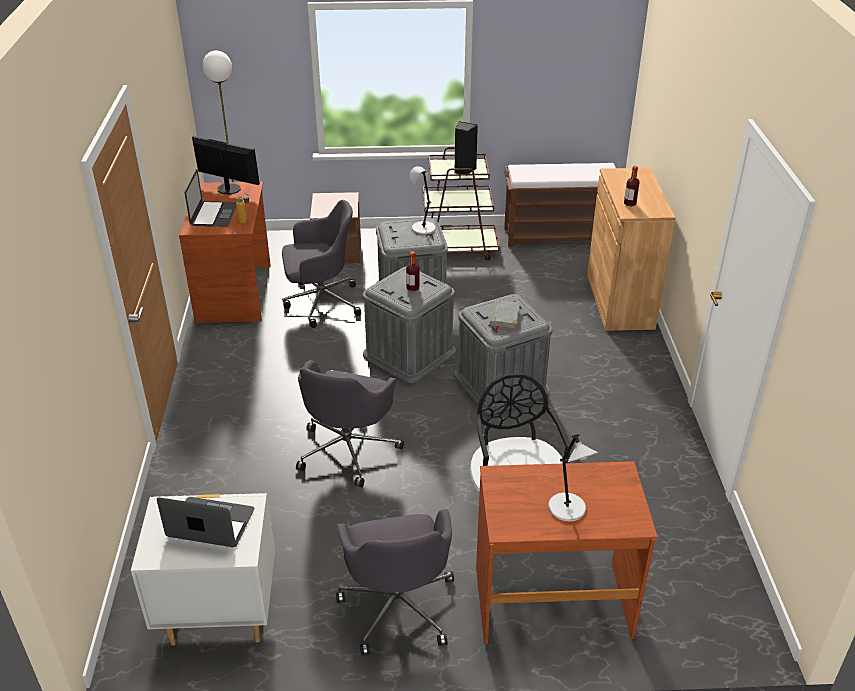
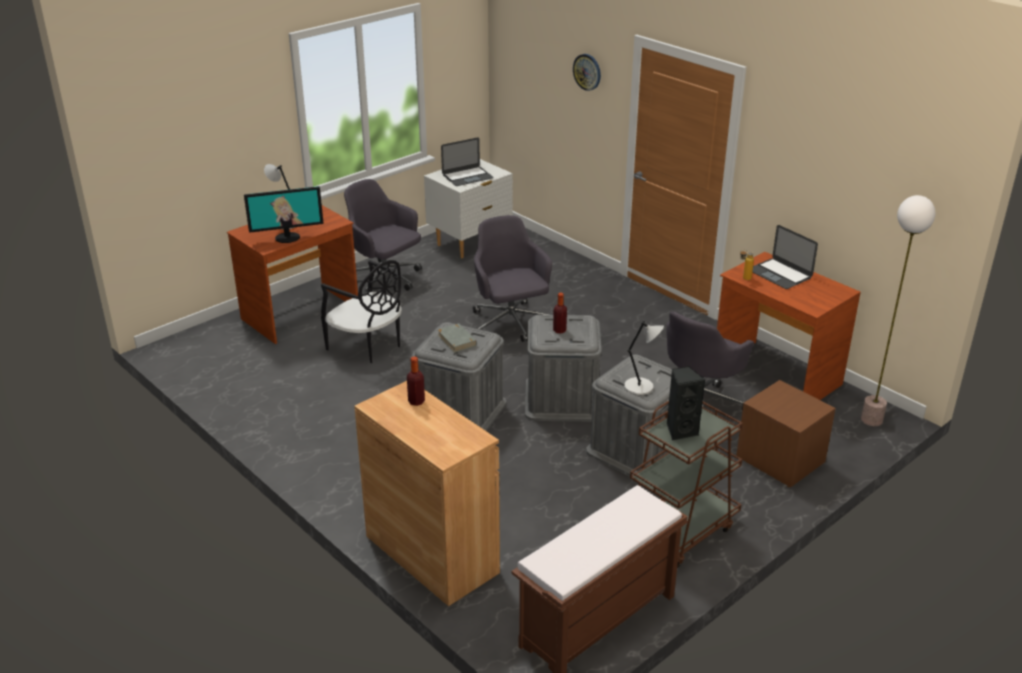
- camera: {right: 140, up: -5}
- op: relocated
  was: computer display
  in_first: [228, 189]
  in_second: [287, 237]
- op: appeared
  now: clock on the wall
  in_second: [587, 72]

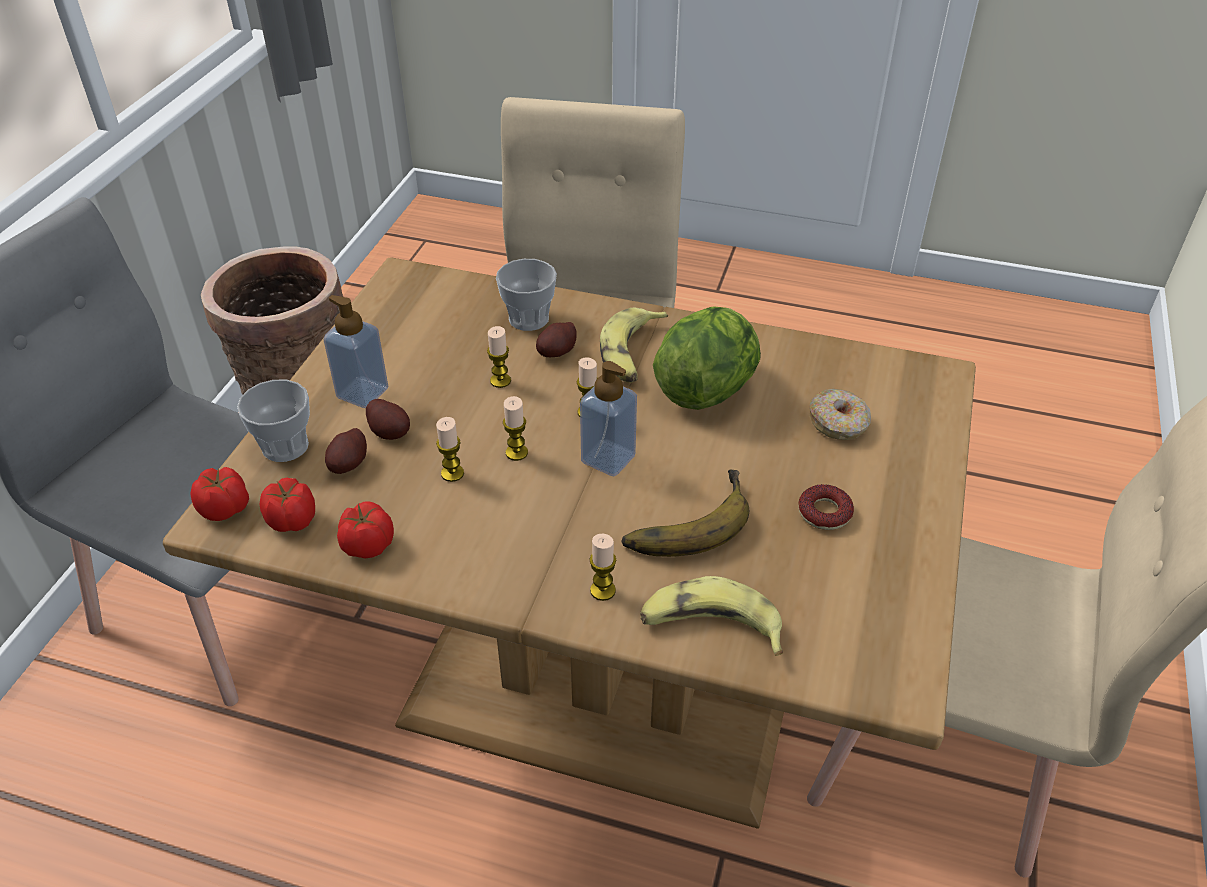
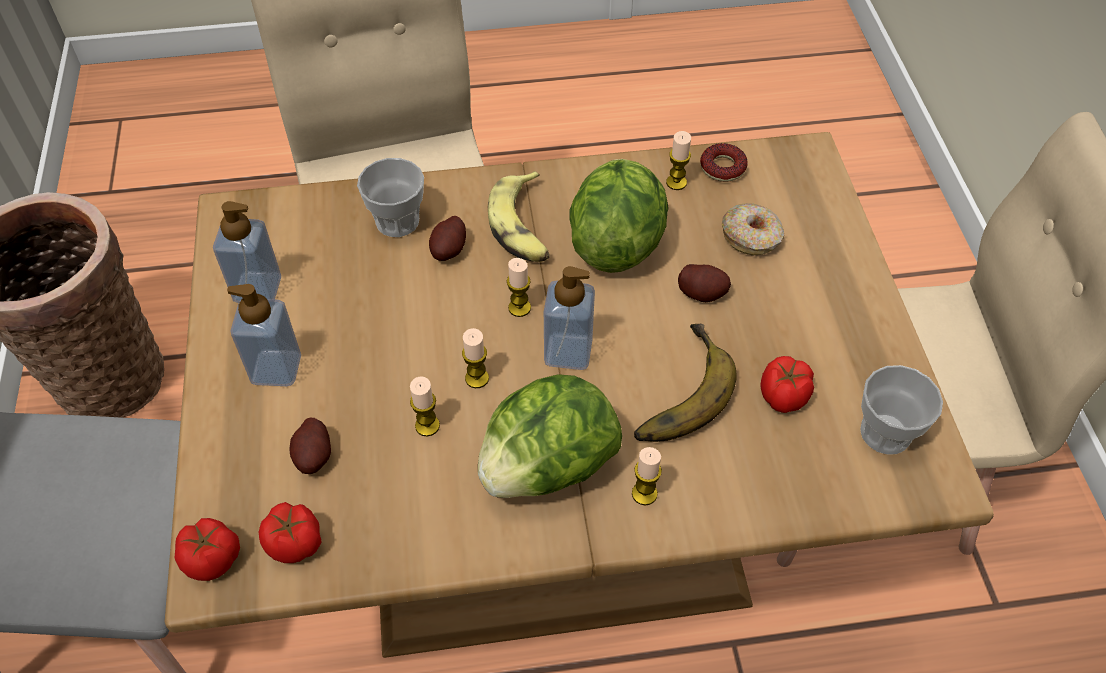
- camera: {right: -25, up: 10}
- op: relocated
  was: candle
  in_first: [500, 381]
  in_second: [676, 182]
- op: relocated
  was: drinking cup
  in_first: [285, 446]
  in_second: [885, 432]
- op: relocated
  was: potato
  in_first: [390, 432]
  in_second: [702, 292]
- op: relocated
  was: donut
  in_first: [824, 513]
  in_second: [722, 167]
- op: relocated
  was: whole tomato
  in_first: [367, 545]
  in_second: [782, 397]
- op: missing
  was: banana
  in_first: [710, 626]
- op: appeared
  now: liquid soap bottle
  in_second: [257, 288]
- op: appeared
  now: lettuce head
  in_second: [547, 466]

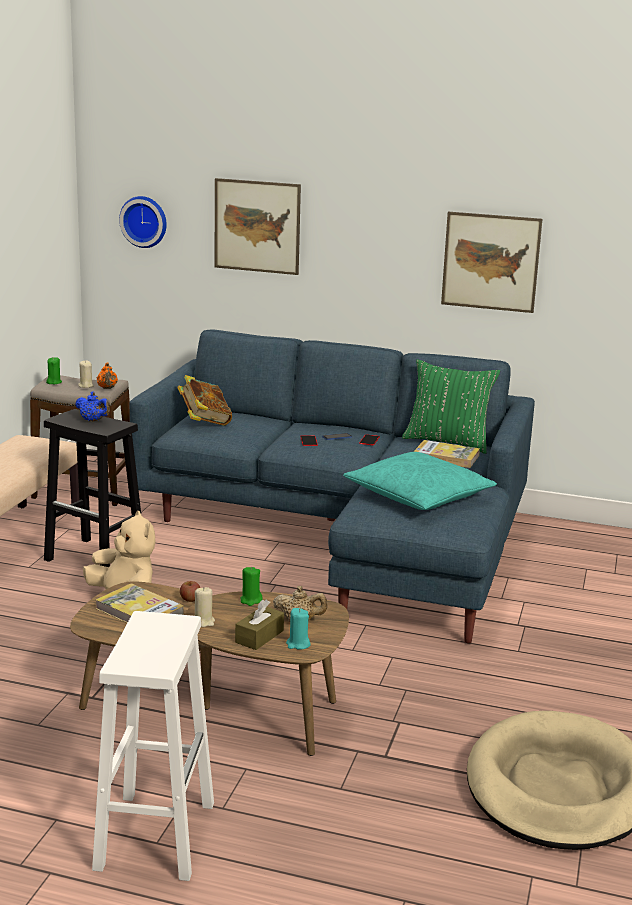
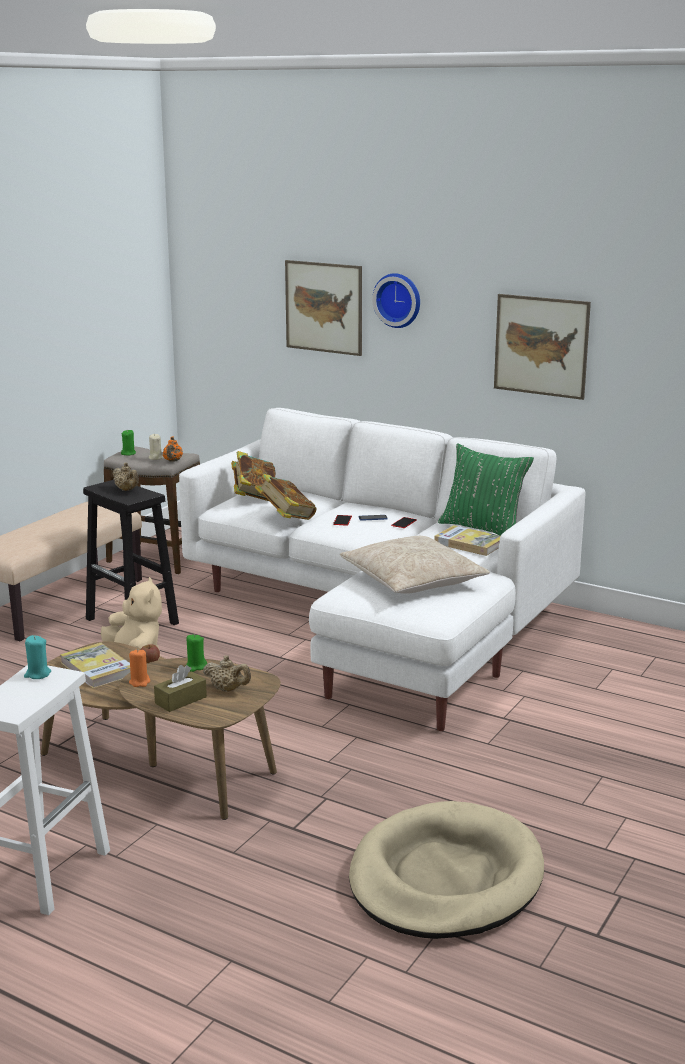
- camera: {right: 15, up: 0}
- op: relocated
  was: clock on the wall
  in_first: [144, 221]
  in_second: [398, 300]
- op: colour
  was: settee (blue-coloured)
  now: settee (white)
  in_first: [347, 536]
  in_second: [383, 618]
- op: colour
  was: tea pot (blue-coloured)
  now: tea pot (sand-coloured)
  in_first: [93, 420]
  in_second: [127, 490]
- op: colour
  was: pillow (turquoise-coloured)
  now: pillow (sand-coloured)
  in_first: [418, 495]
  in_second: [412, 579]
- op: colour
  was: candle (sand-coloured)
  now: candle (orangey)
  in_first: [204, 622]
  in_second: [139, 682]
- op: relocated
  was: candle (turquoise-coloured)
  in_first: [298, 644]
  in_second: [37, 674]
- op: appeared
  now: volume
  in_second: [286, 518]

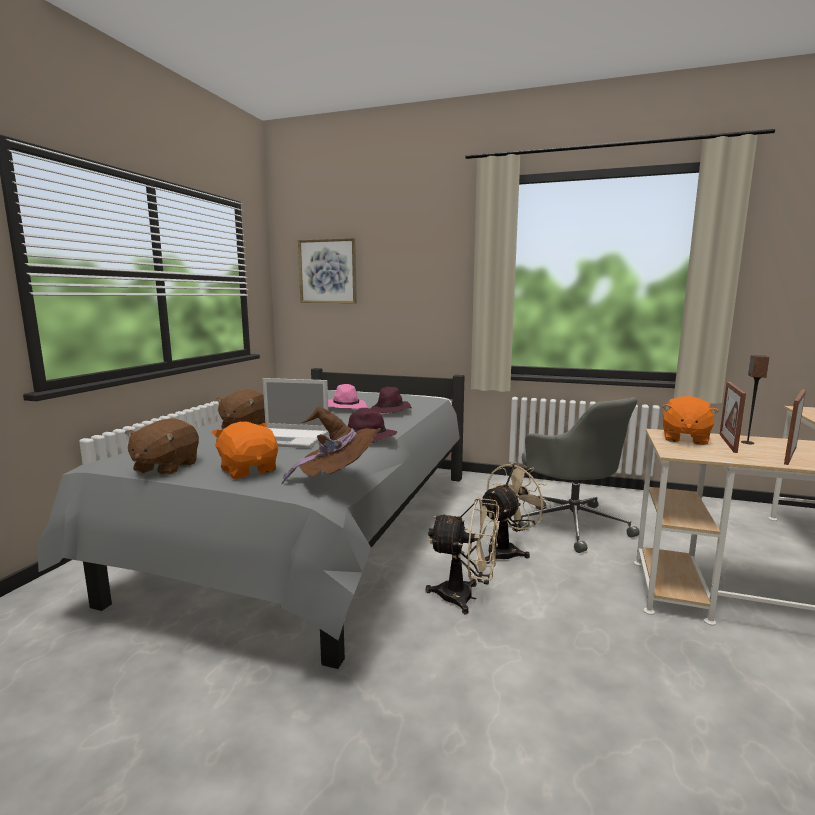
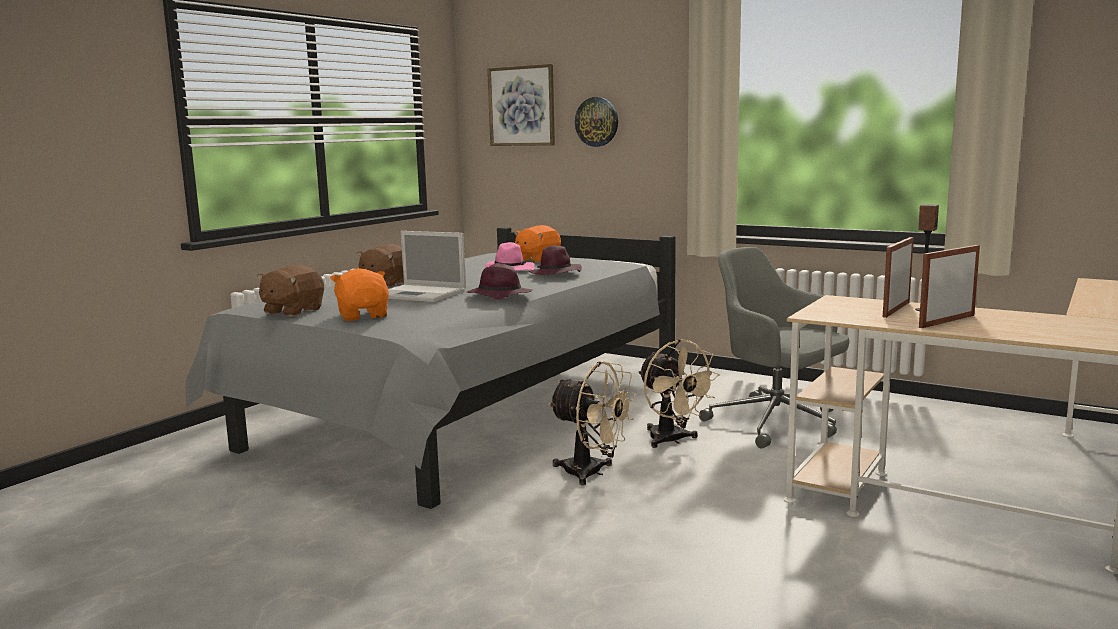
- camera: {right: 15, up: 0}
- op: relocated
  was: soft toy (orangey)
  in_first: [684, 438]
  in_second: [537, 260]
- op: spun
  was: office chair (greyish)
  in_first: [572, 524]
  in_second: [776, 423]
  clockwise: 150
- op: missing
  was: clothing hat (brown-coloured)
  in_first: [338, 480]
- op: spun
  was: cooling fan (sand-coloured)
  in_first: [507, 551]
  in_second: [672, 440]
  clockwise: 90
- op: appeared
  now: clock on the wall
  in_second: [597, 122]

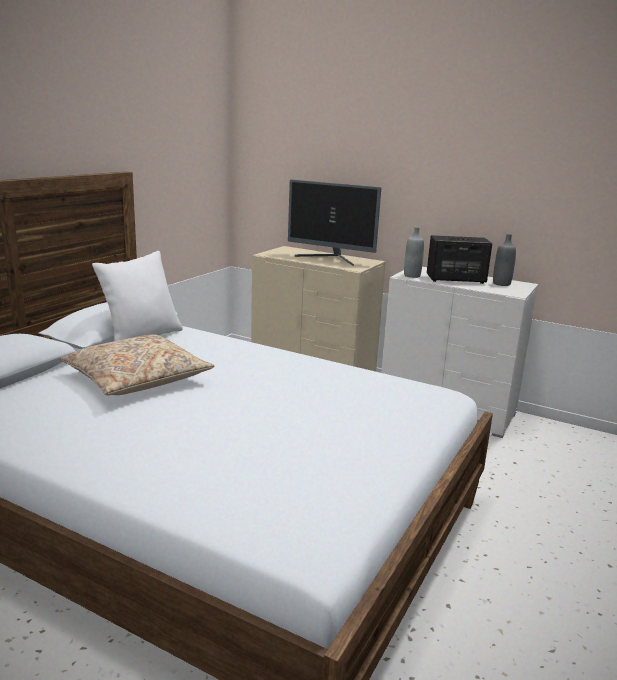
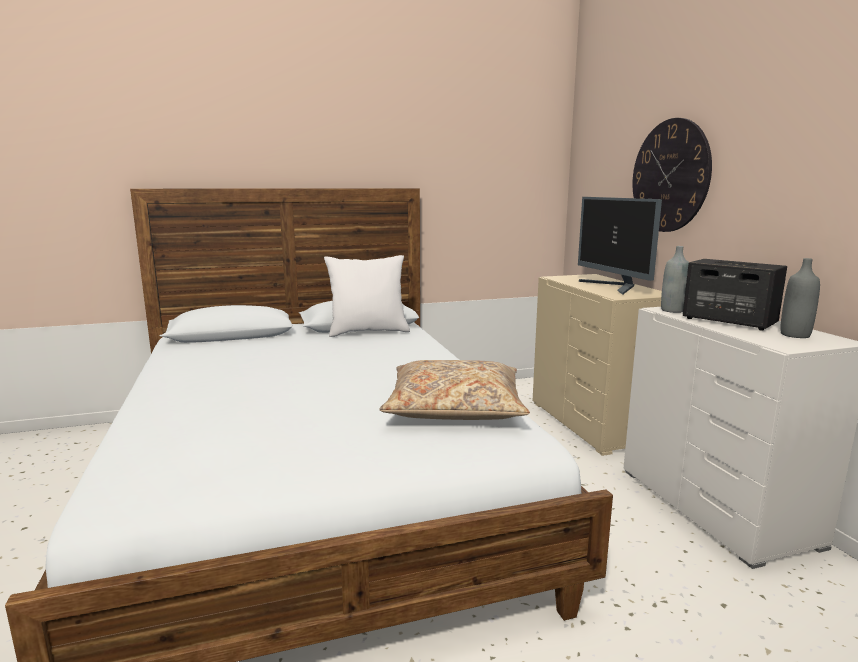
- camera: {right: 45, up: -5}
- op: relocated
  was: pillow (sand-coloured)
  in_first: [137, 379]
  in_second: [454, 407]
- op: appeared
  now: clock on the wall
  in_second: [670, 176]

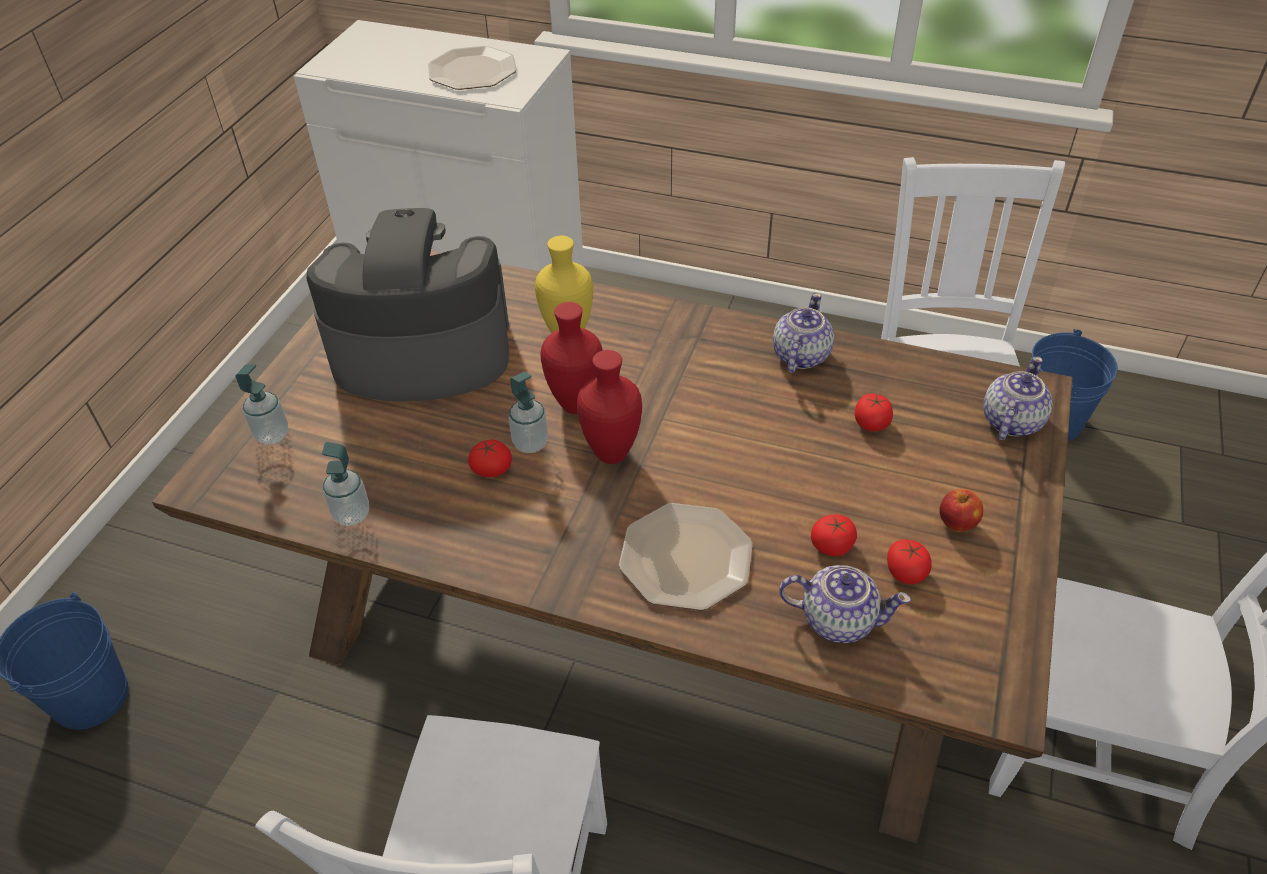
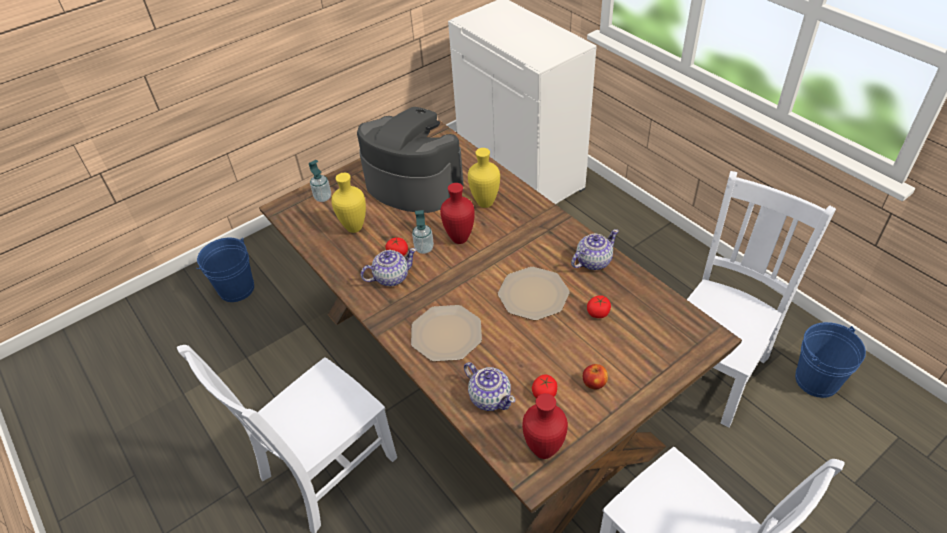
- camera: {right: 35, up: 0}
- op: relocated
  was: dinner plate
  in_first: [473, 70]
  in_second: [534, 294]
- op: relocated
  was: vase (red)
  in_first: [613, 455]
  in_second: [544, 451]
- op: relocated
  was: tea pot
  in_first: [1010, 422]
  in_second: [391, 277]
- op: missing
  was: liquid soap bottle
  in_first: [352, 514]
- op: missing
  was: whole tomato
  in_first: [832, 545]
- op: appeared
  now: vase (yellow)
  in_second: [355, 227]

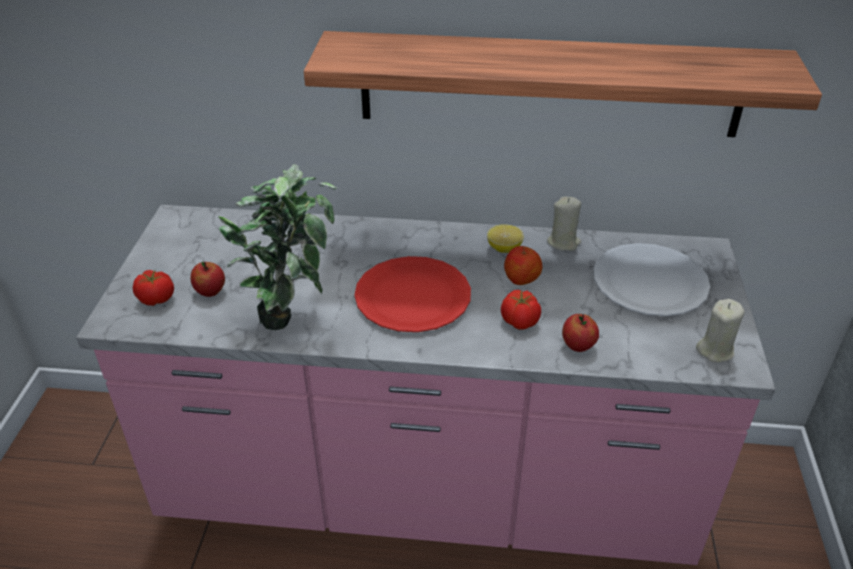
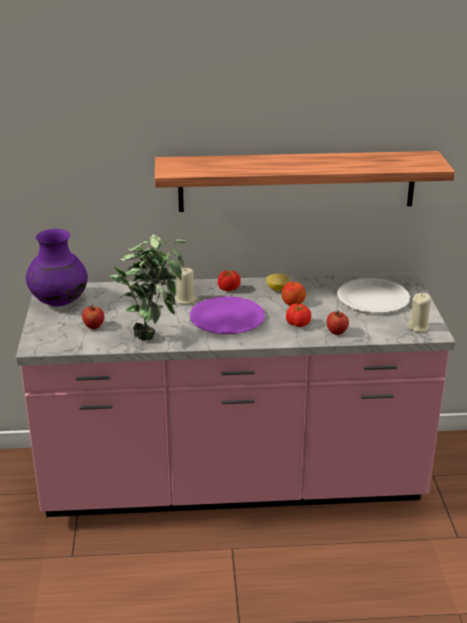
- camera: {right: -10, up: -10}
- op: relocated
  was: candle (sand-coloured)
  in_first: [563, 242]
  in_second: [186, 300]
- op: colour
  was: dinner plate (red)
  now: dinner plate (purple)
  in_first: [413, 297]
  in_second: [227, 318]
- op: relocated
  was: whole tomato
  in_first: [156, 299]
  in_second: [228, 289]
- op: appeared
  now: vase (purple)
  in_second: [59, 302]

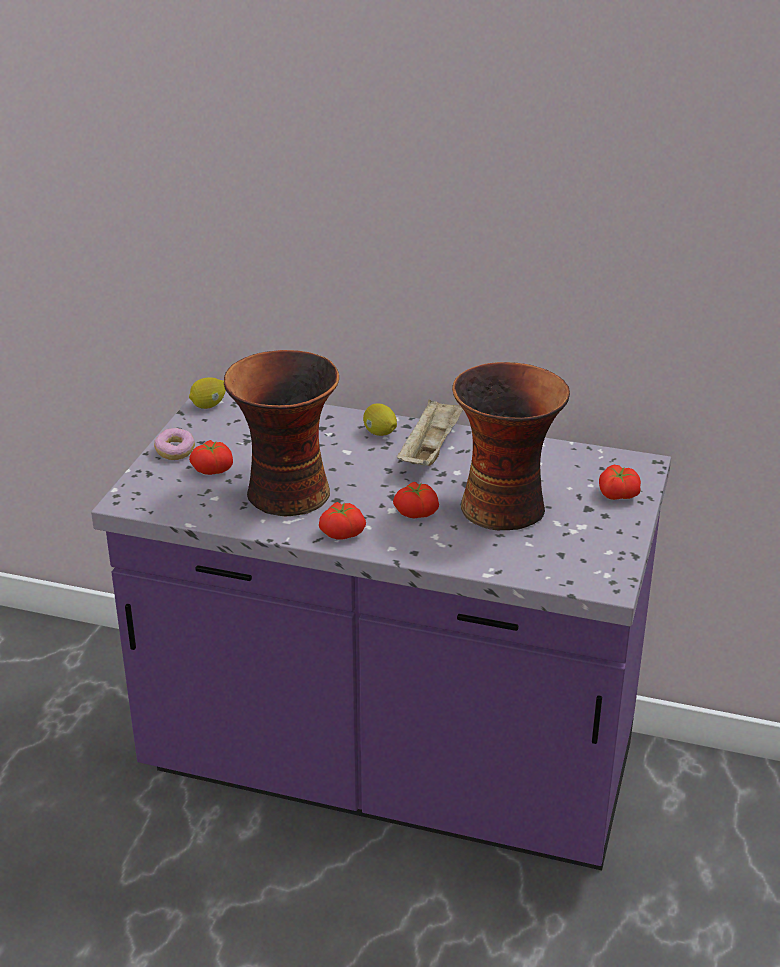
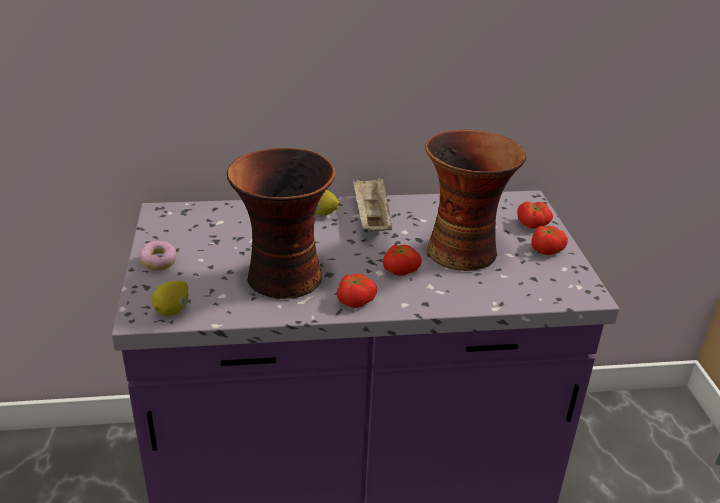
- camera: {right: -25, up: 0}
- op: relocated
  was: citrus fruit
  in_first: [209, 405]
  in_second: [172, 310]
- op: relocated
  was: whole tomato
  in_first: [213, 468]
  in_second: [545, 249]

